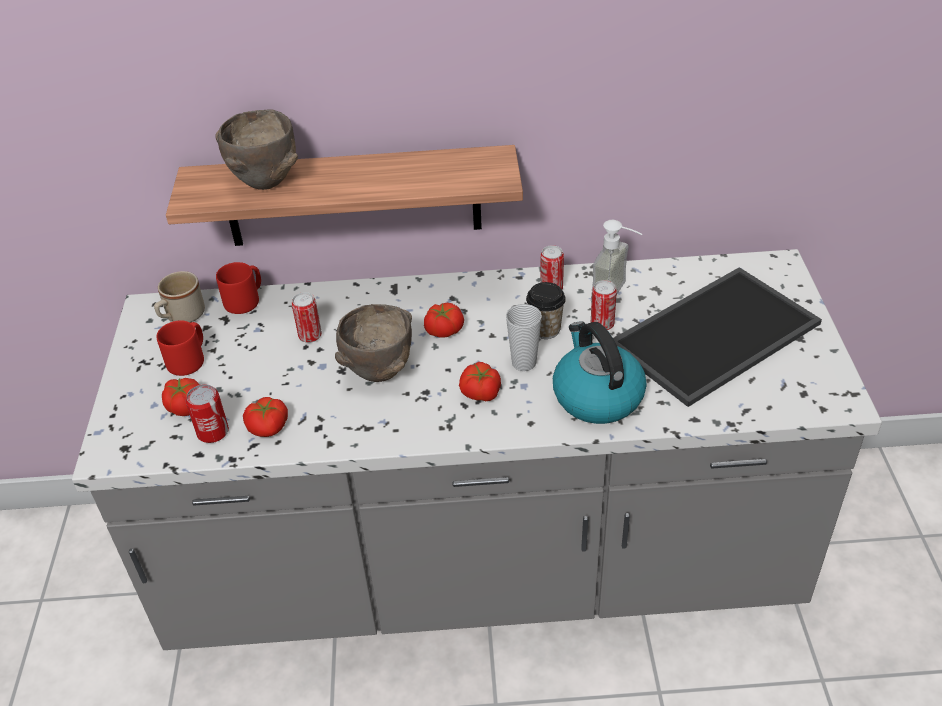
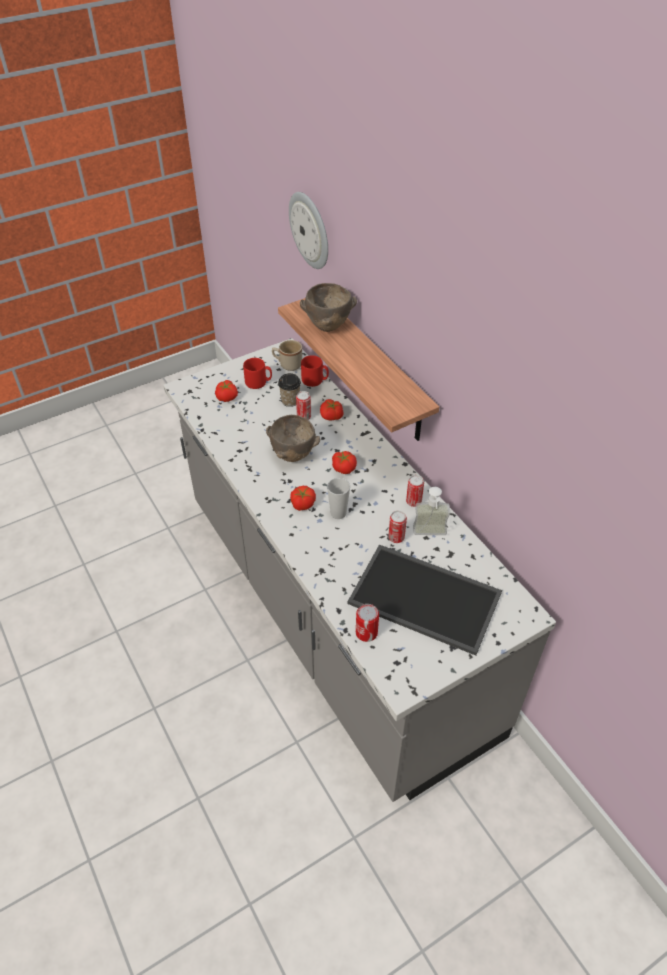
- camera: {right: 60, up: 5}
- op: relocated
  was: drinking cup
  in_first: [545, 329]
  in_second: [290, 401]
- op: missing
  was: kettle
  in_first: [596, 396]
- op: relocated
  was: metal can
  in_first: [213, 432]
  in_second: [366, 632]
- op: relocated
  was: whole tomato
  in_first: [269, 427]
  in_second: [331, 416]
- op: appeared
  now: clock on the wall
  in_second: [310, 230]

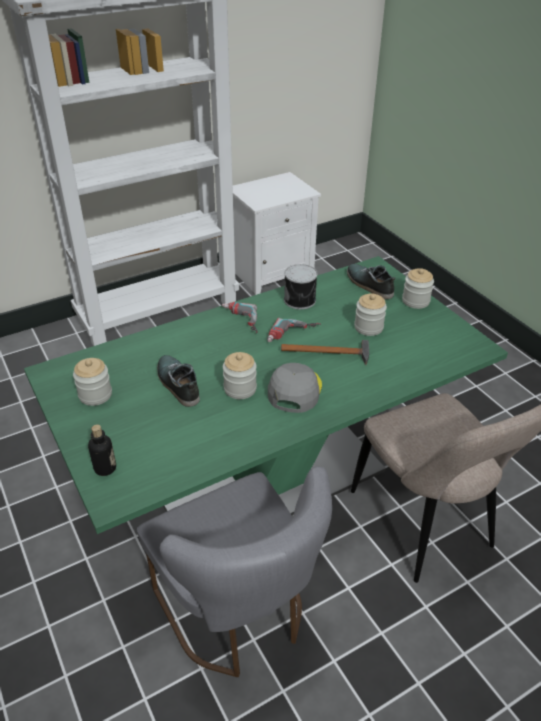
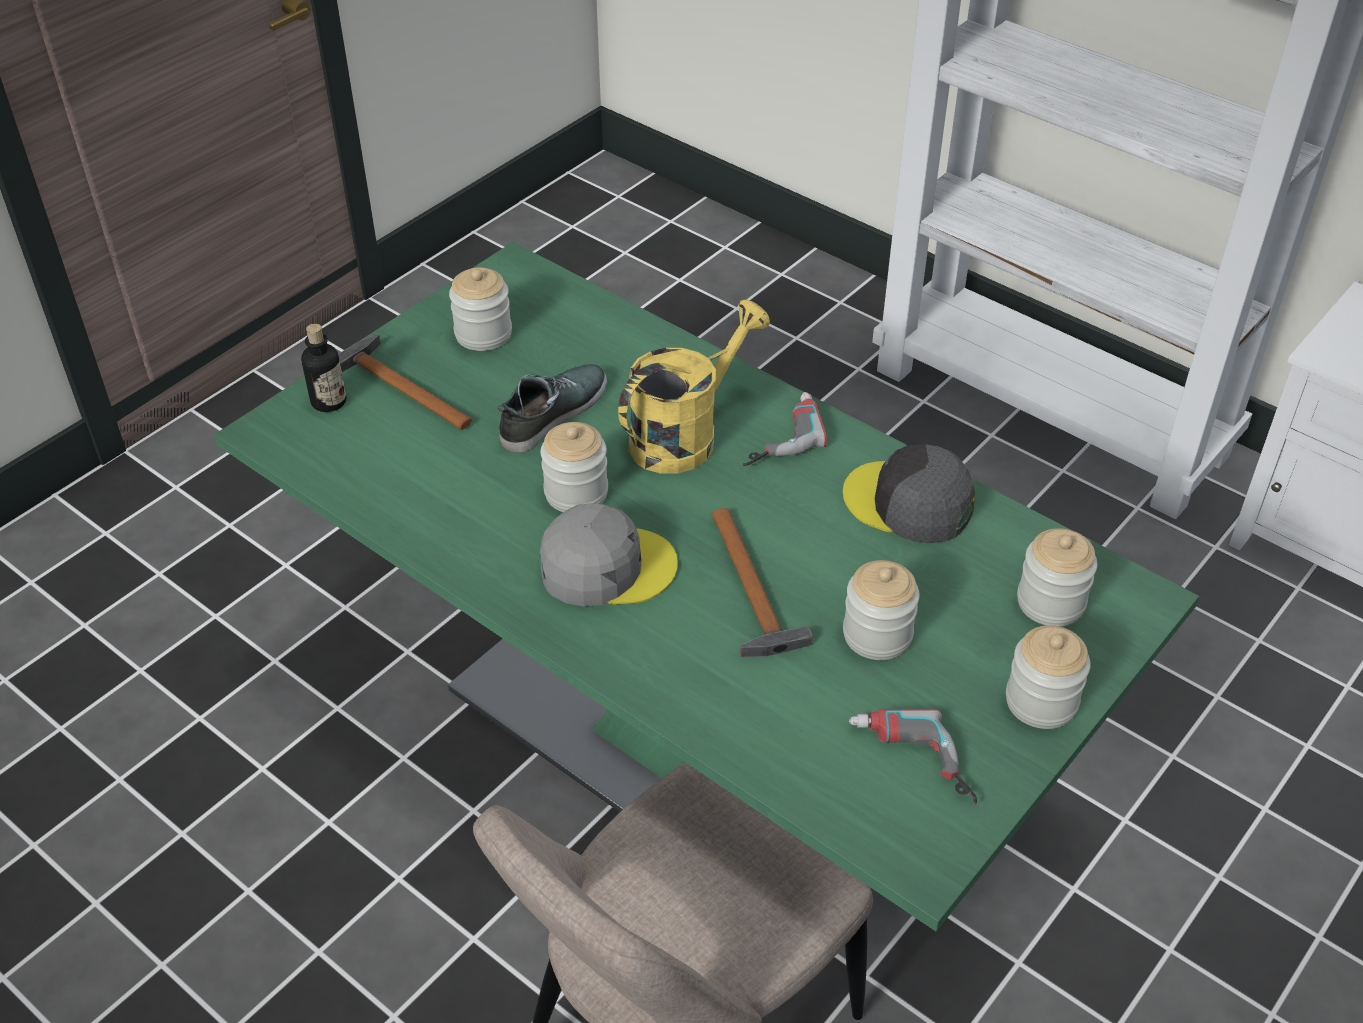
- camera: {right: 70, up: 5}
- op: exchanged
  was: metal can
  now: peaked cap (greyish)
  in_first: [300, 300]
  in_second: [908, 503]
- op: exchanged
  was: low shoe
  now: storage jar
  in_first: [369, 285]
  in_second: [1050, 602]
- op: relocated
  was: drill
  in_first: [293, 335]
  in_second: [910, 764]
- op: missing
  was: plain chair (greyish)
  in_first: [239, 614]
- op: appeared
  now: watering pot (yellow)
  in_second: [684, 434]
- op: appeared
  now: hand hammer
  in_second: [401, 386]

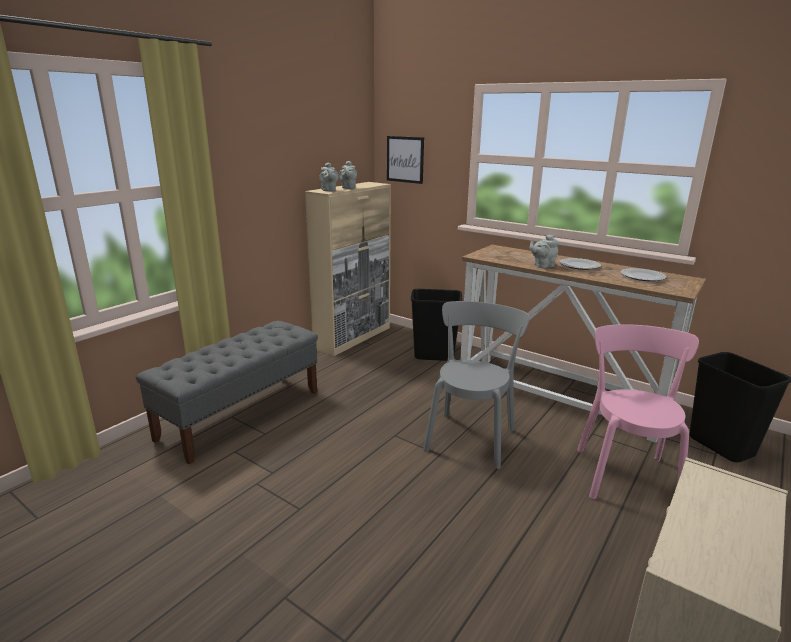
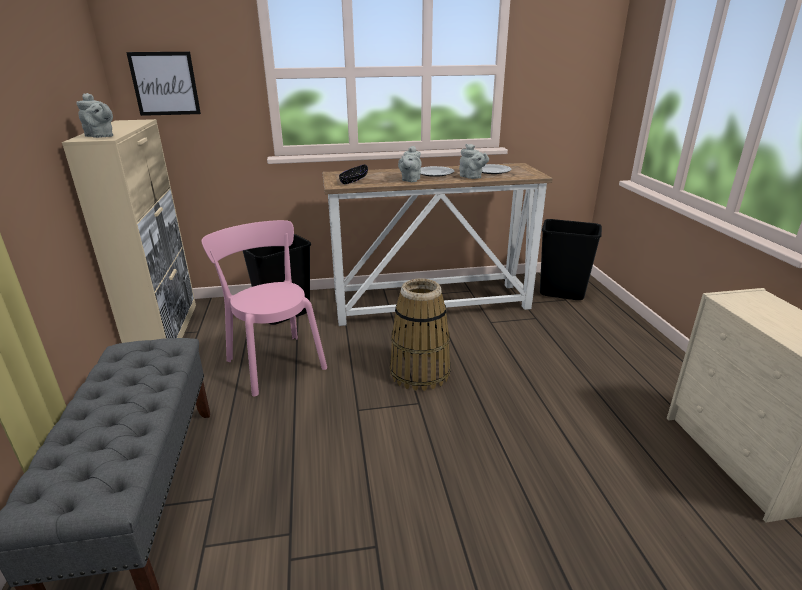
- camera: {right: -45, up: 5}
- op: relocated
  was: tea pot (greyish)
  in_first: [348, 188]
  in_second: [472, 177]
- op: exchanged
  was: plain chair (greyish)
  now: basket
  in_first: [471, 436]
  in_second: [420, 372]
- op: relocated
  was: plain chair (pink)
  in_first: [625, 473]
  in_second: [274, 362]
- op: appeared
  now: deep dish (black)
  in_second: [353, 180]

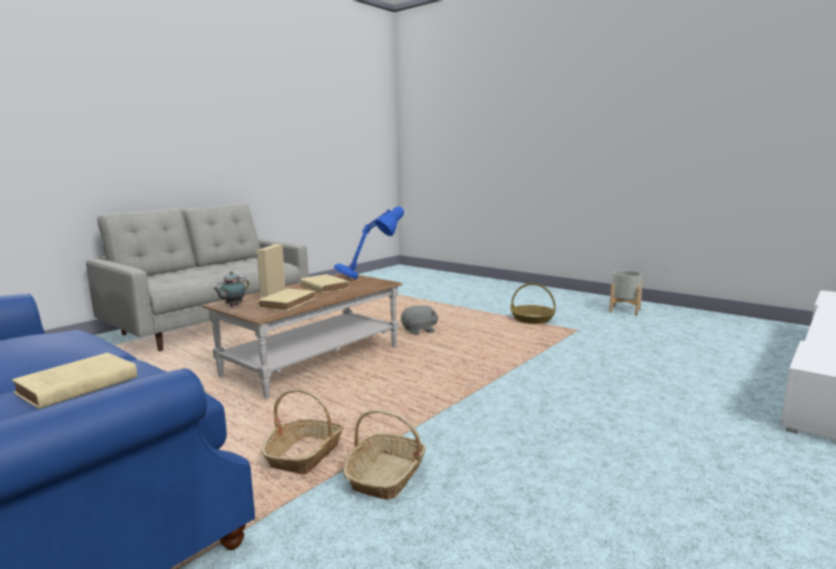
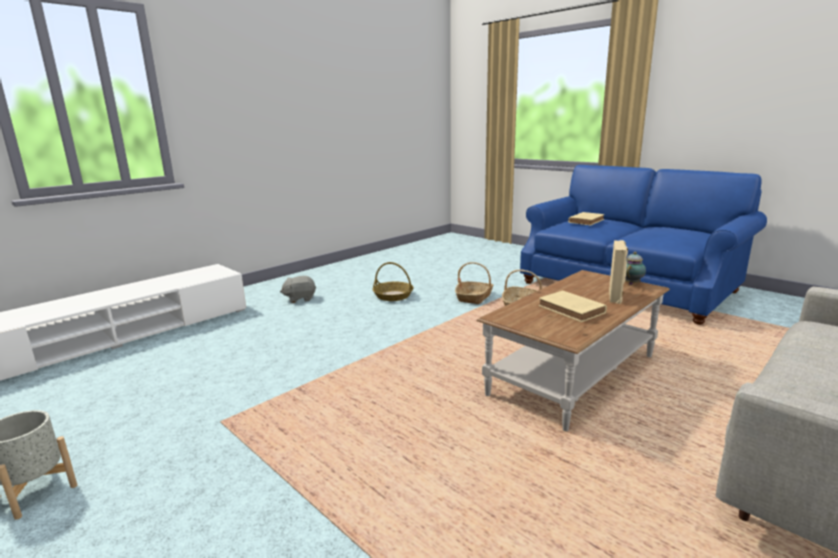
- camera: {right: -175, up: 5}
- op: missing
  was: tabletop lamp (blue-coloured)
  in_first: [369, 279]
- op: relocated
  was: basket
  in_first: [532, 319]
  in_second: [393, 296]
- op: missing
  was: volume (sand-coloured)
  in_first: [288, 303]
- op: relocated
  was: soft toy (greyish)
  in_first: [419, 331]
  in_second: [300, 299]

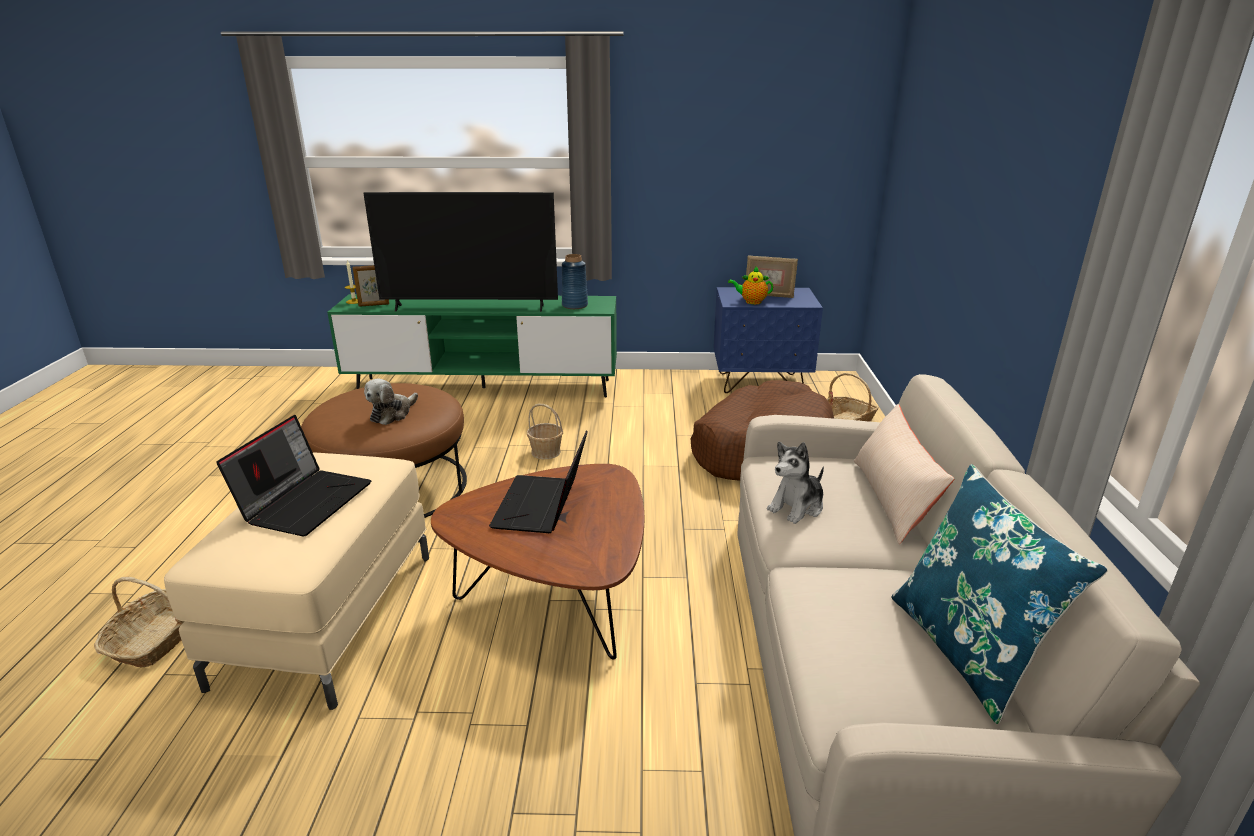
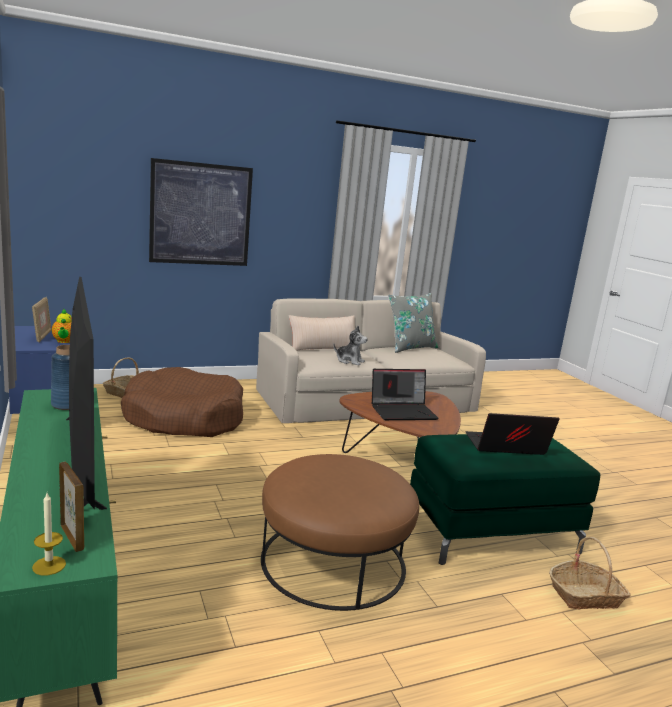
- camera: {right: -115, up: -10}
- op: missing
  was: soft toy
  in_first: [392, 414]
- op: missing
  was: basket
  in_first: [546, 452]
- op: colour
  was: ottoman (sand-coloured)
  now: ottoman (green)
  in_first: [328, 615]
  in_second: [490, 533]
- op: colour
  was: pillow (blue-coloured)
  now: pillow (greyish)
  in_first: [966, 650]
  in_second: [410, 347]
- op: appeared
  now: picture
  in_second: [201, 214]

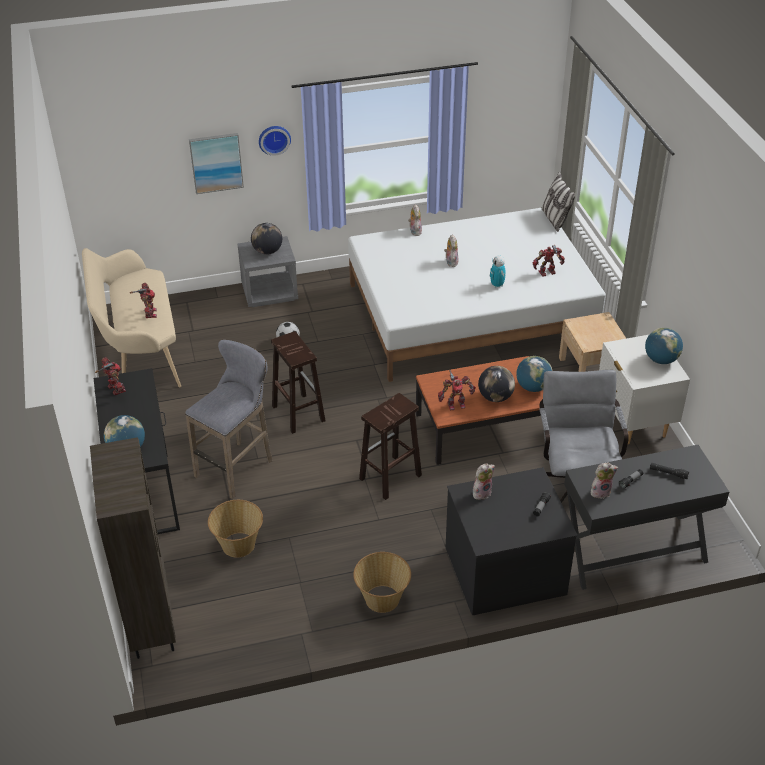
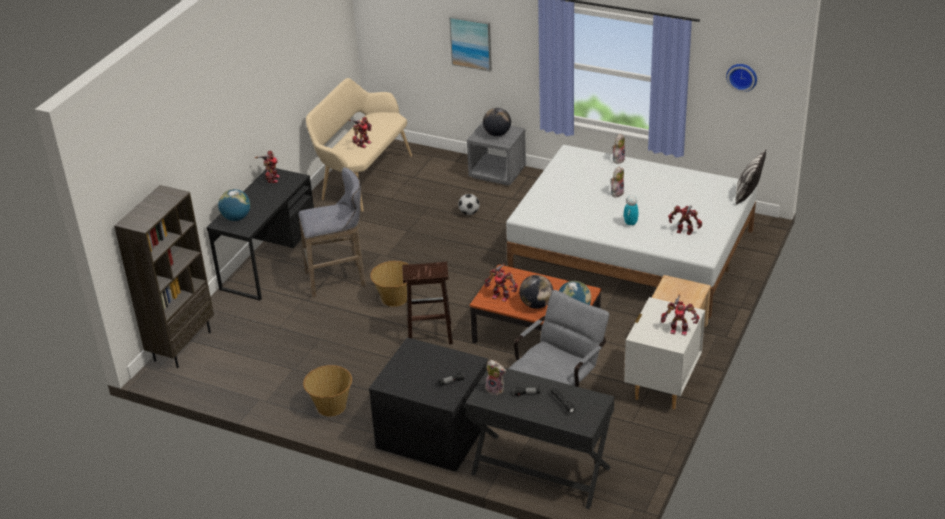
- camera: {right: 40, up: -5}
- op: relocated
  was: clock on the wall
  in_first: [274, 139]
  in_second: [742, 76]
- op: exchanged
  was: world globe
  now: toy robot
  in_first: [661, 360]
  in_second: [679, 329]
- op: missing
  was: sitting stool (brown-coloured)
  in_first: [297, 413]
- op: missing
  was: soft toy
  in_first: [481, 492]
- op: relocated
  was: basket
  in_first: [238, 545]
  in_second: [394, 298]

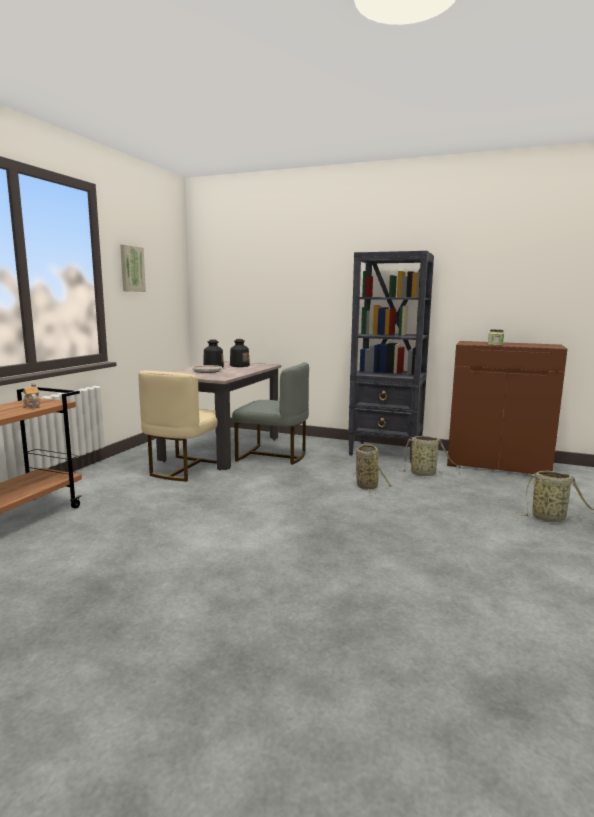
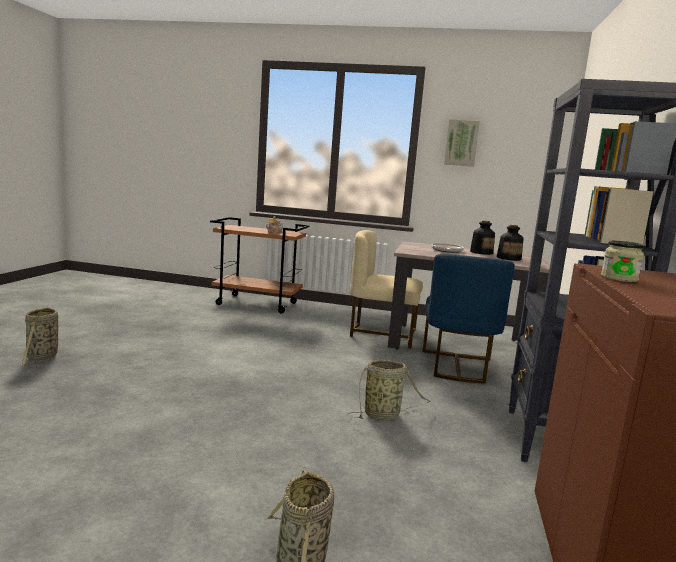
- camera: {right: 80, up: 0}
- op: colour
  was: plain chair (greyish)
  now: plain chair (blue-coloured)
  in_first: [273, 456]
  in_second: [457, 367]
- op: relocated
  was: basket
  in_first: [425, 474]
  in_second: [41, 358]

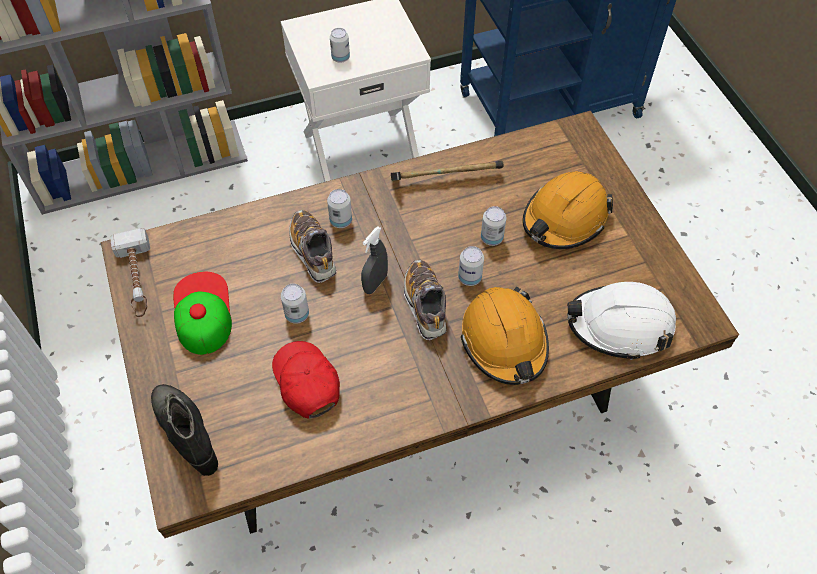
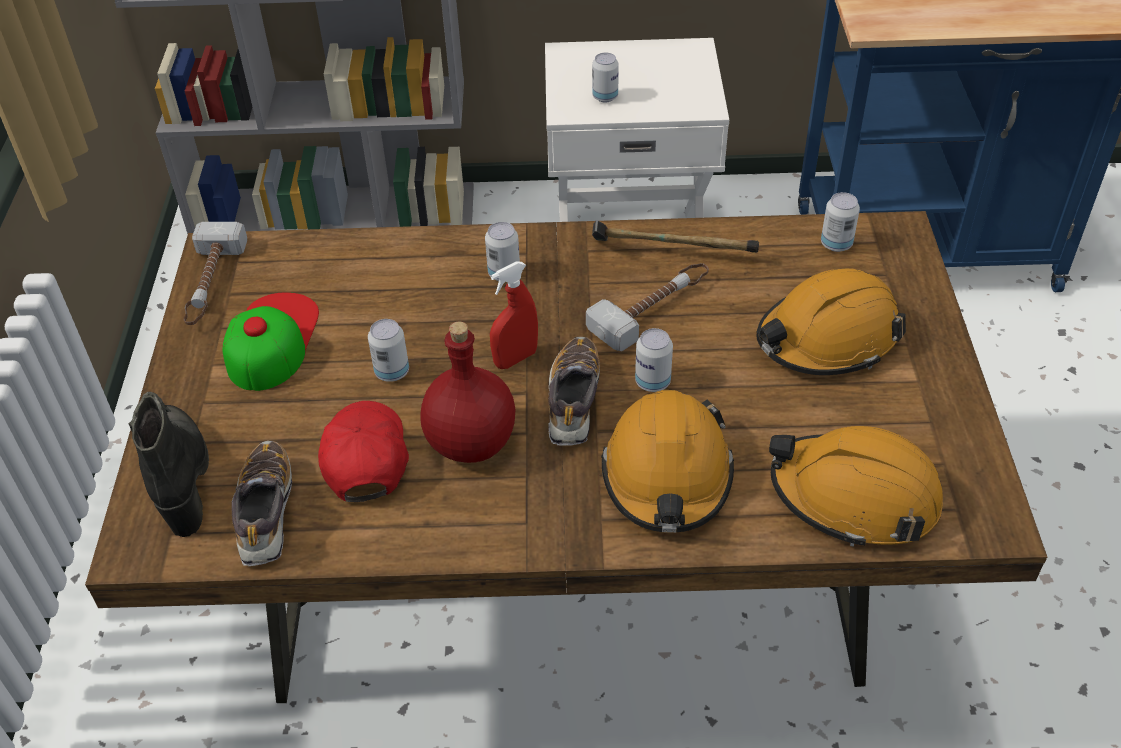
- camera: {right: 20, up: -10}
- op: relocated
  was: metal can
  in_first: [491, 238]
  in_second: [836, 244]
- op: relocated
  was: low shoe
  in_first: [313, 252]
  in_second: [266, 513]
- op: colour
  was: hand sprayer (greyish)
  now: hand sprayer (red)
  in_first: [375, 283]
  in_second: [515, 358]
- op: colour
  was: safety helmet (white)
  now: safety helmet (orangey)
  in_first: [619, 325]
  in_second: [854, 497]
- op: appeared
  now: hand hammer
  in_second: [653, 308]
- op: appeared
  now: beverage bottle (red)
  in_second: [472, 442]

